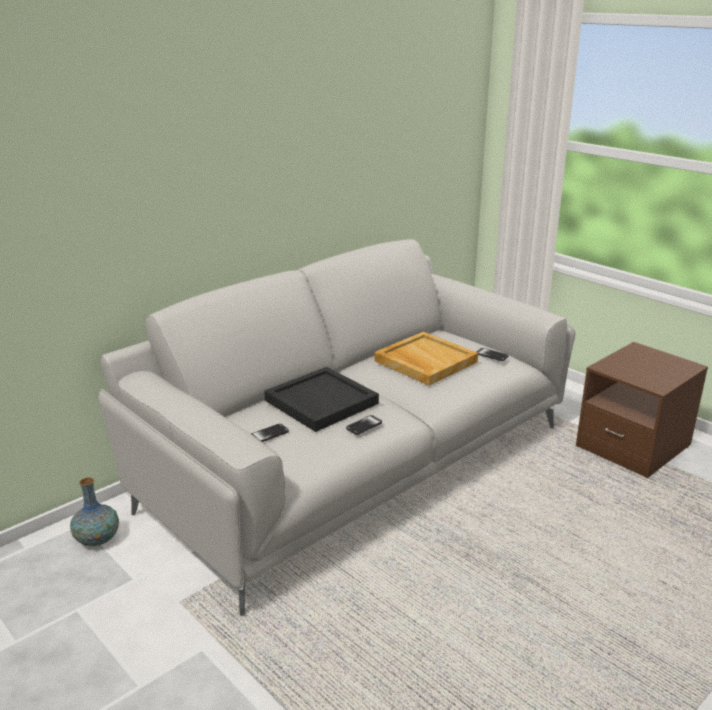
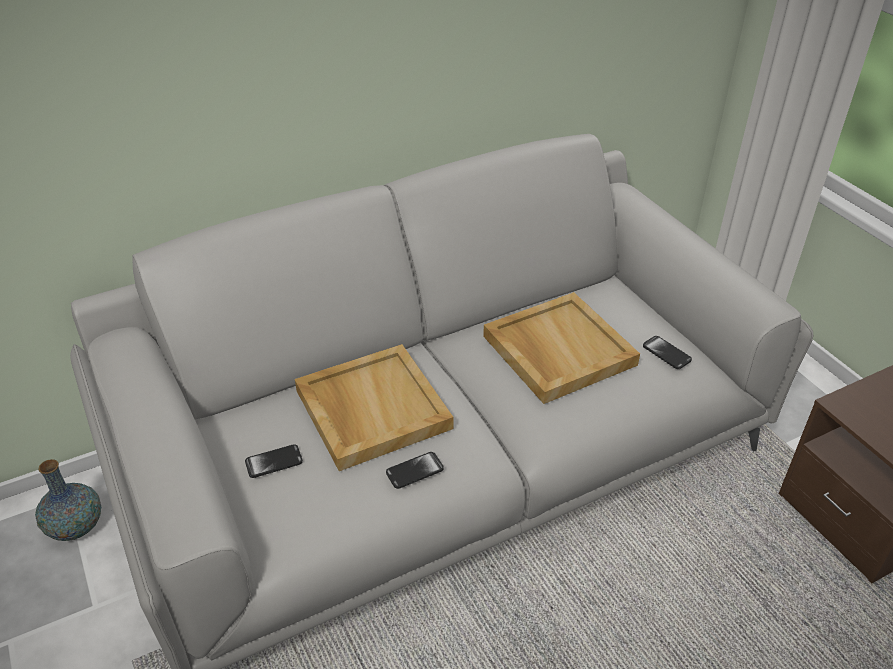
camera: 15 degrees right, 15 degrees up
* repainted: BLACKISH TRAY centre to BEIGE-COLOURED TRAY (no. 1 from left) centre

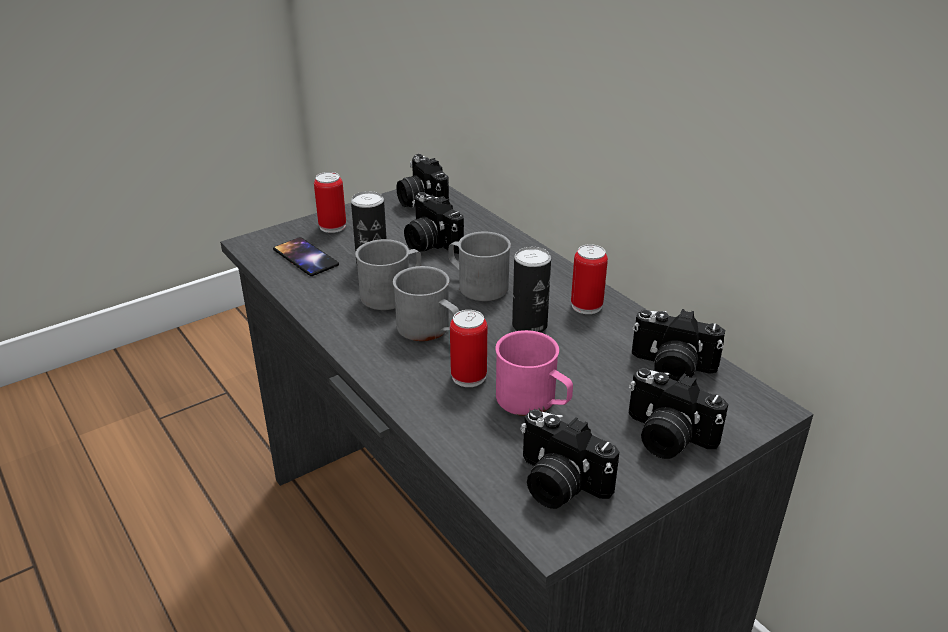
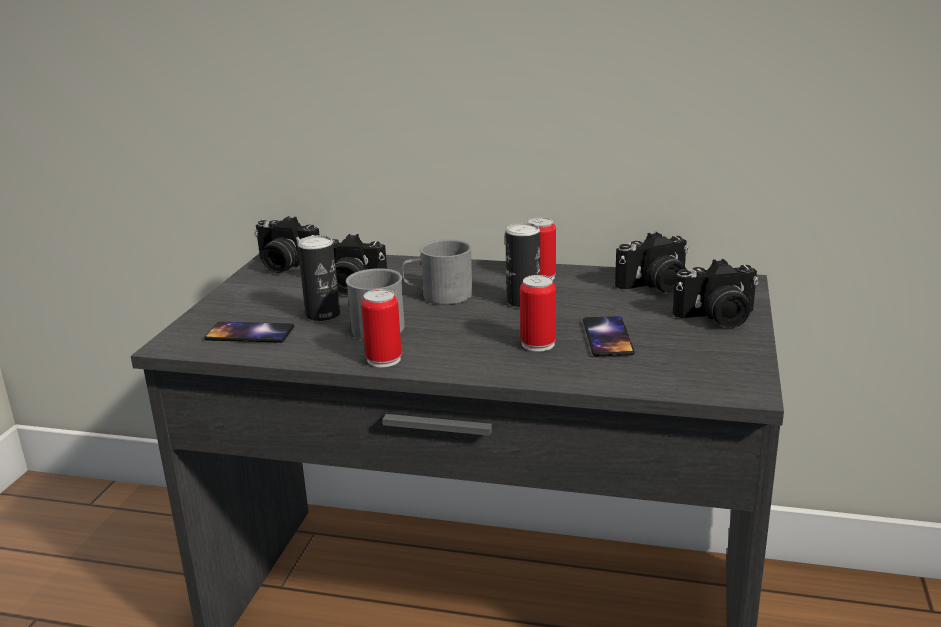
camera: 40 degrees left, 10 degrees down
* gone: GREY TEA MUG (no. 2 from left) centre
* gone: STILL CAMERA (no. 3 from left) bottom centre
* shifted: CAN (no. 1 from left in the first image) top centre to CAN (no. 2 from left) centre
* swapped: PINK-COLOURED TEA MUG centre to PHONE (no. 2 from left) centre

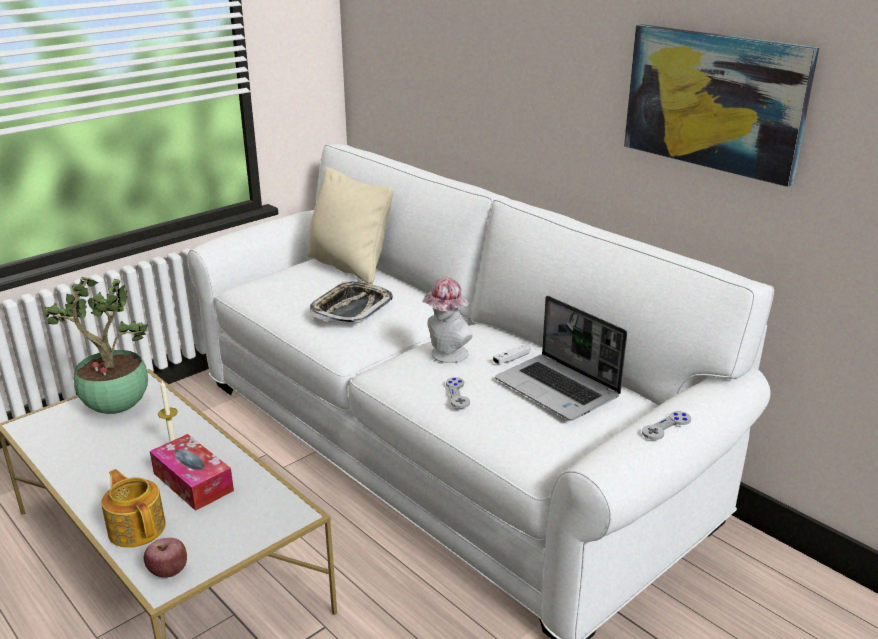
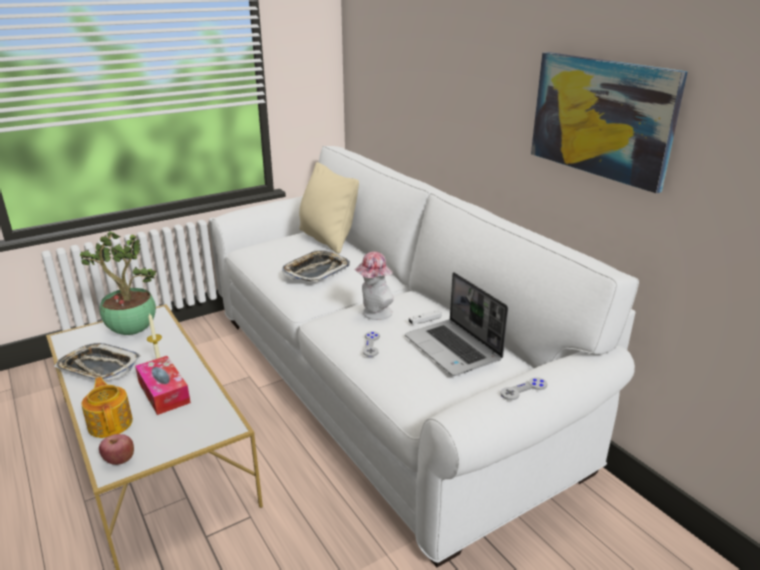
camera: 10 degrees right, 0 degrees up
* new: TRAY (no. 1 from left) middle left

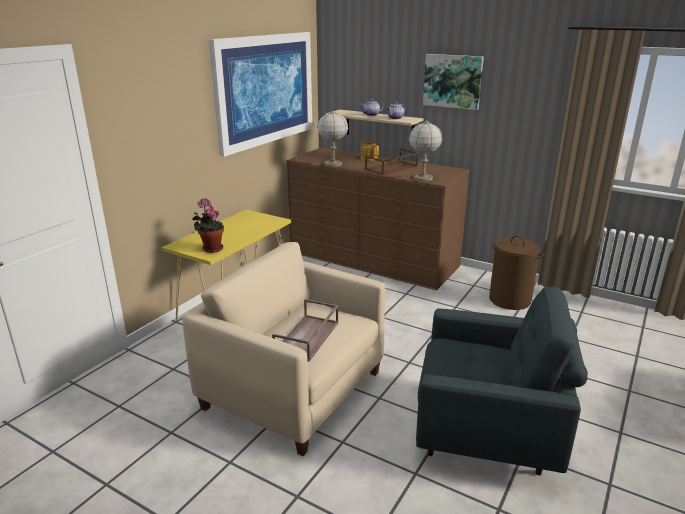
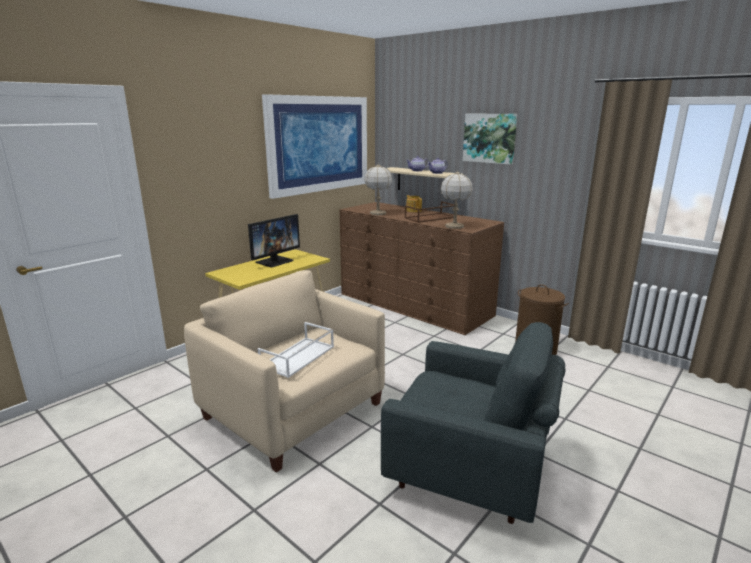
camera: 10 degrees right, 5 degrees down
* gone: HOUSEPLANT middle left
* new: COMPUTER SCREEN centre
* repainted: BROWNISH TRAY (no. 1 from left) centre to WHITISH TRAY centre

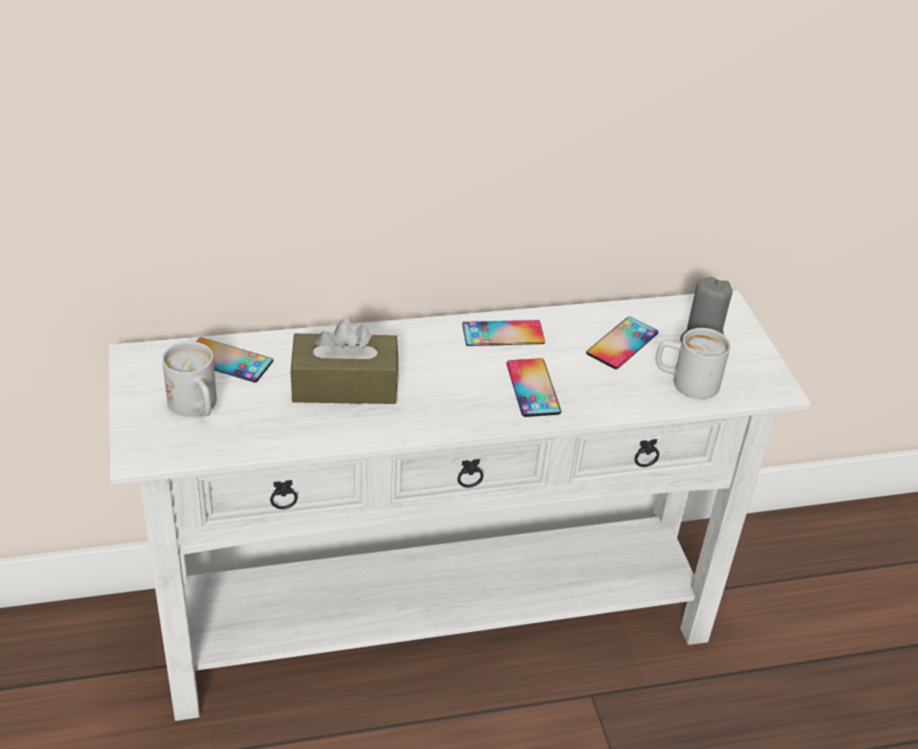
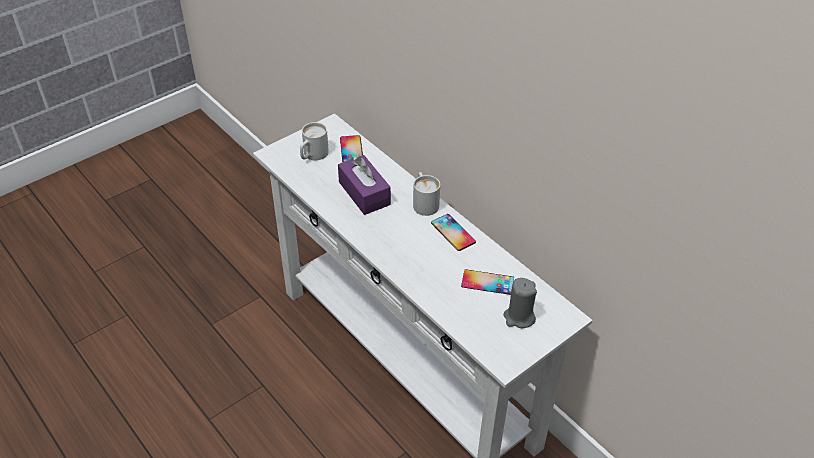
camera: 65 degrees right, 5 degrees up
* gone: PHONE (no. 3 from left) centre
* shifted: WHITISH TEA MUG (no. 2 from left) middle right to centre
* repainted: BROWNISH TISSUE BOX centre to PURPLE TISSUE BOX centre

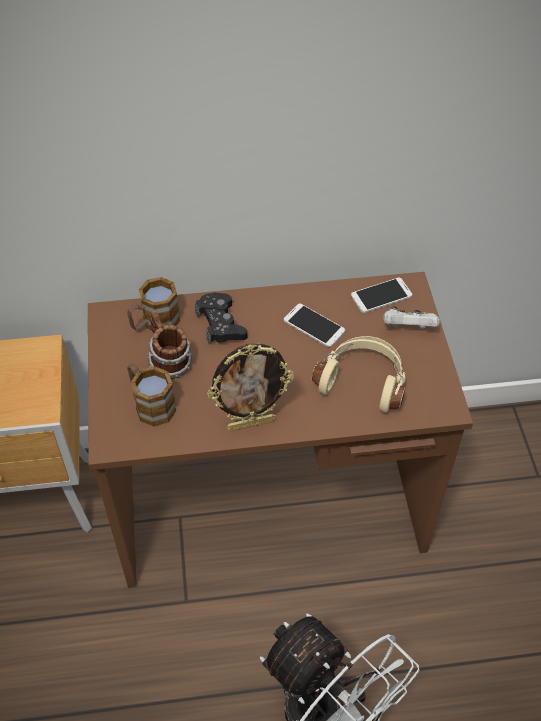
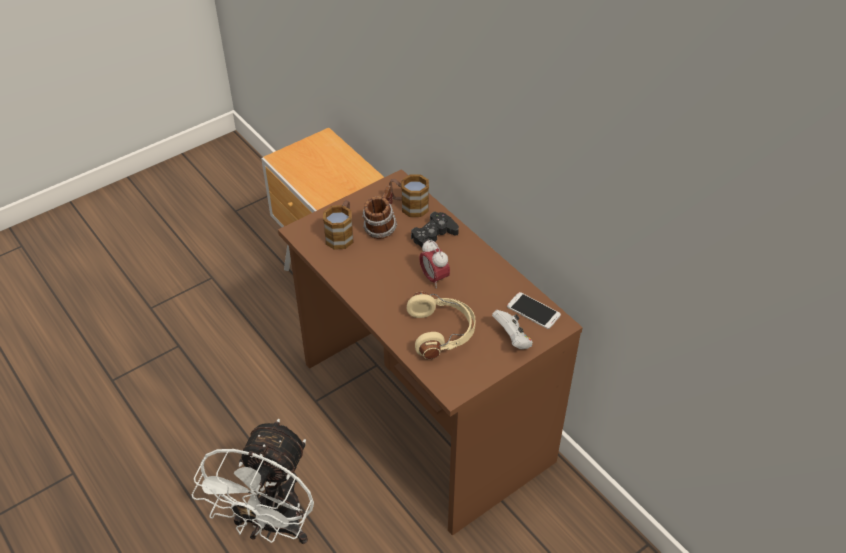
camera: 60 degrees right, 5 degrees down
* gone: PHOTO FRAME centre
* gone: PHONE (no. 1 from left) centre
* new: TABLE CLOCK centre

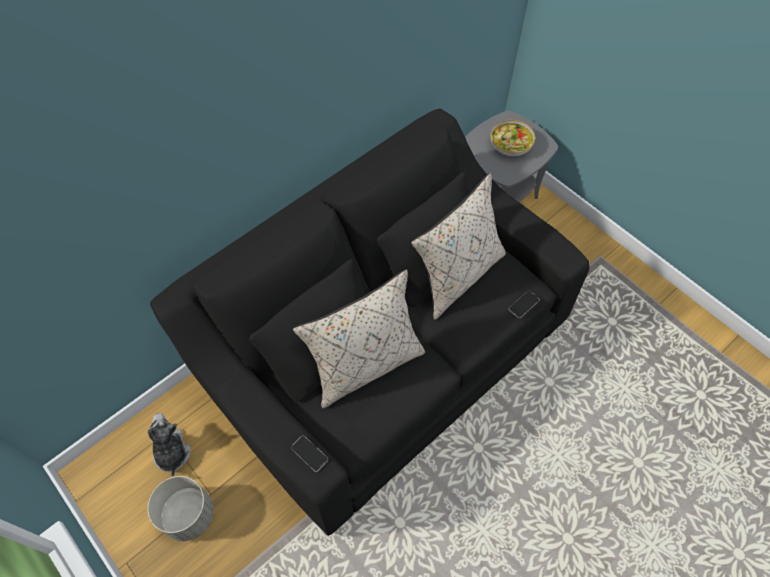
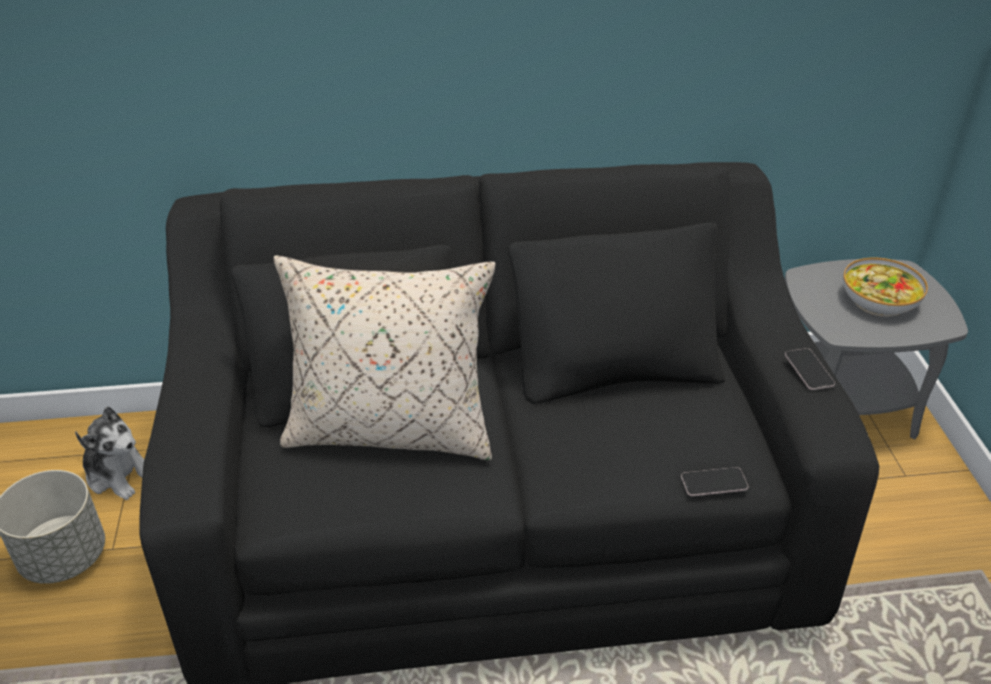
camera: 35 degrees right, 20 degrees down
* gone: BEIGE-COLOURED CUSHION (no. 2 from left) centre
* shifted: PHONE (no. 1 from left in the first image) bottom centre to PHONE (no. 2 from left) middle right
* rotated: CUDDLY TOY bottom left = middle left 105 degrees clockwise

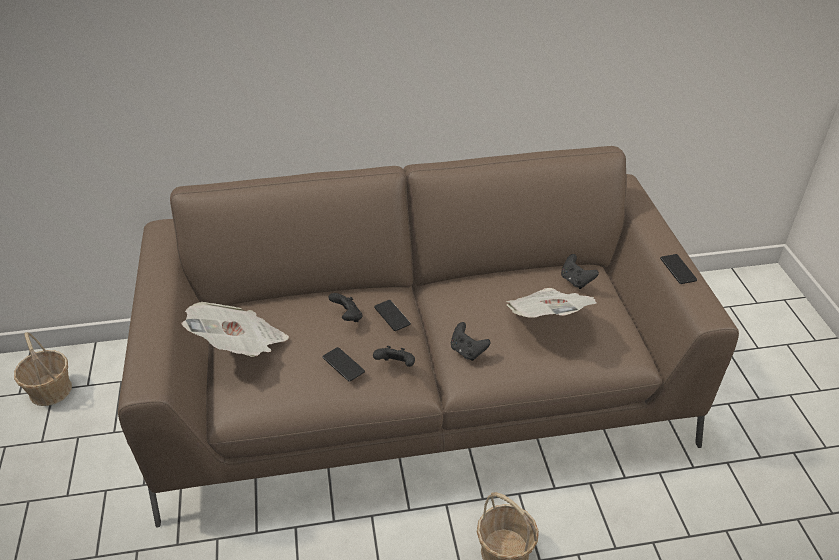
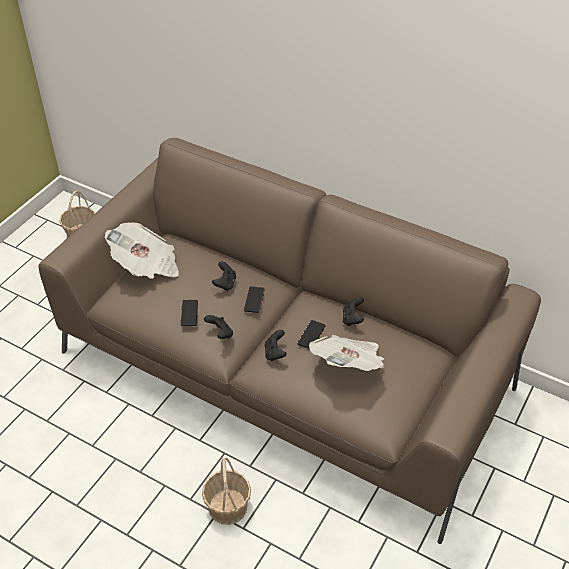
camera: 40 degrees right, 5 degrees up
* shifted: BLACKISH GAMEPAD (no. 4 from left) middle right to centre
* shifted: PHONE (no. 3 from left) middle right to centre

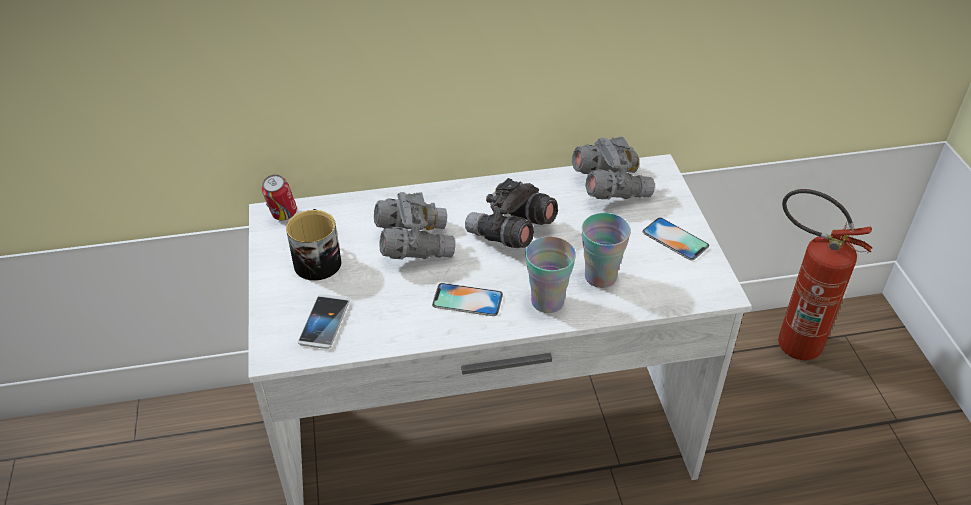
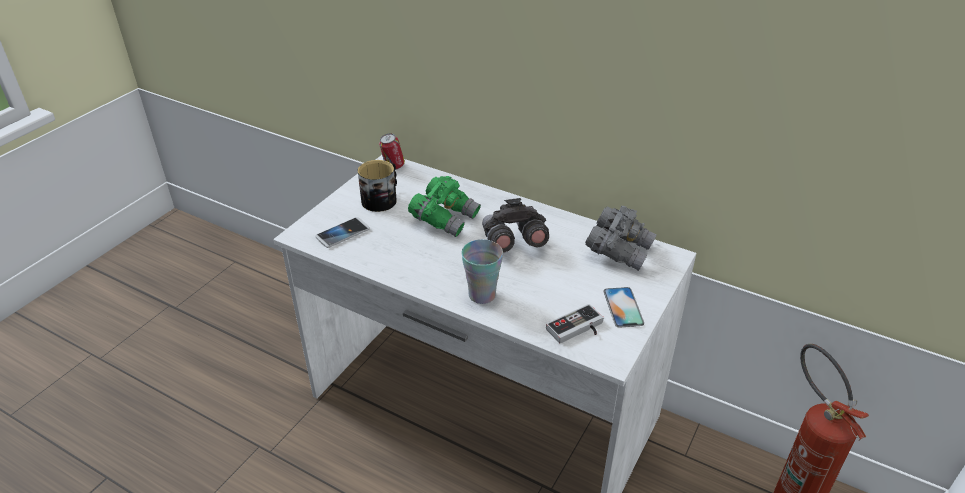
camera: 40 degrees right, 5 degrees down
* gone: PHONE (no. 2 from left) centre
* gone: SMALL CUP (no. 2 from left) centre
* new: GAMEPAD centre
* repainted: GREY FIELD GLASSES (no. 1 from left) centre to GREEN FIELD GLASSES centre

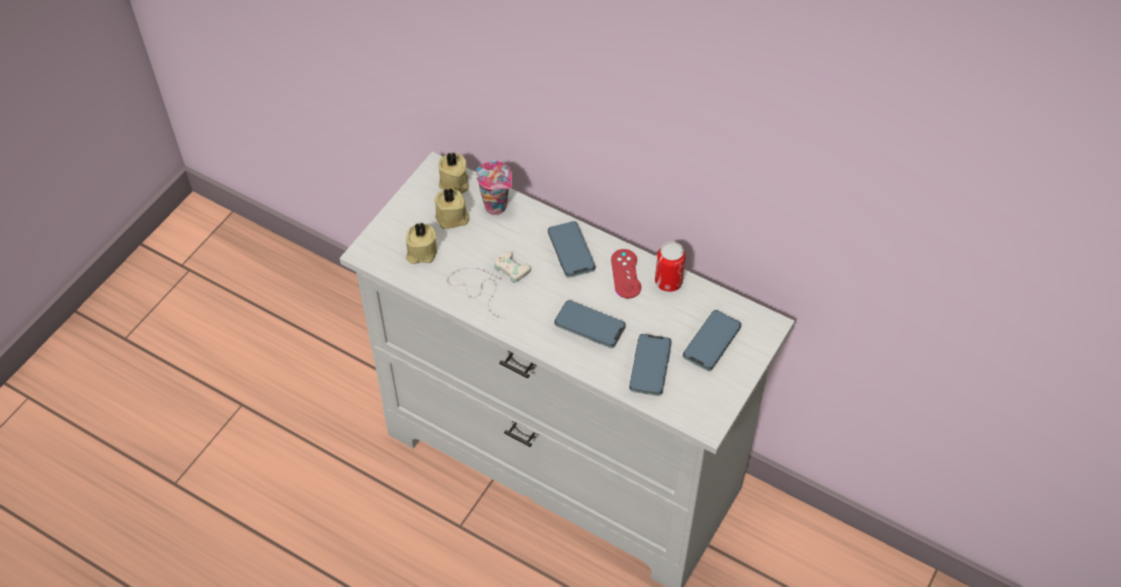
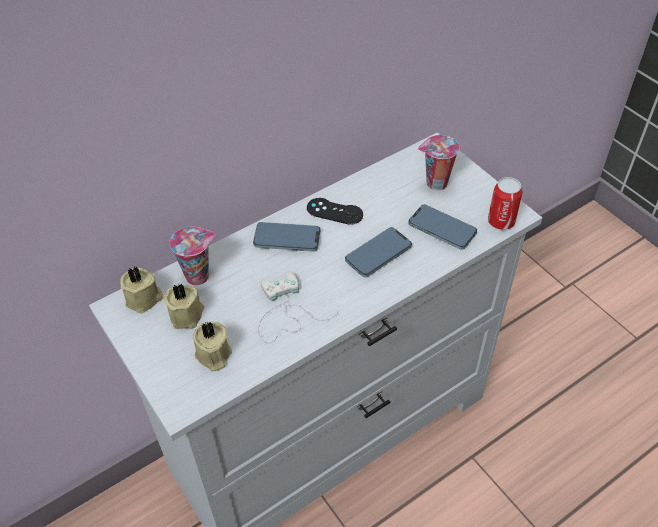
camera: 65 degrees left, 5 degrees down
* shifted: CAN centre to middle right
* swapped: PHONE (no. 4 from left) centre to SMALL CUP (no. 2 from left) top right
* repainted: RED GAMEPAD centre to BLACKISH GAMEPAD centre

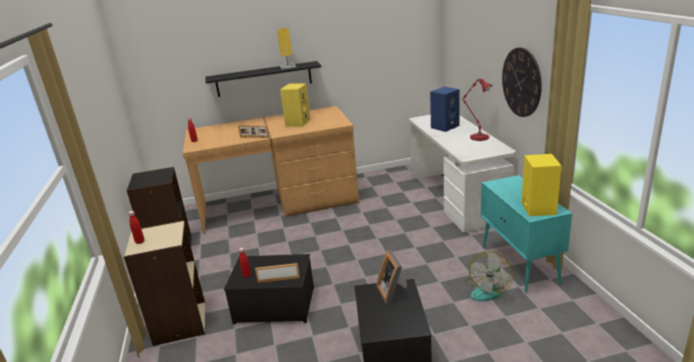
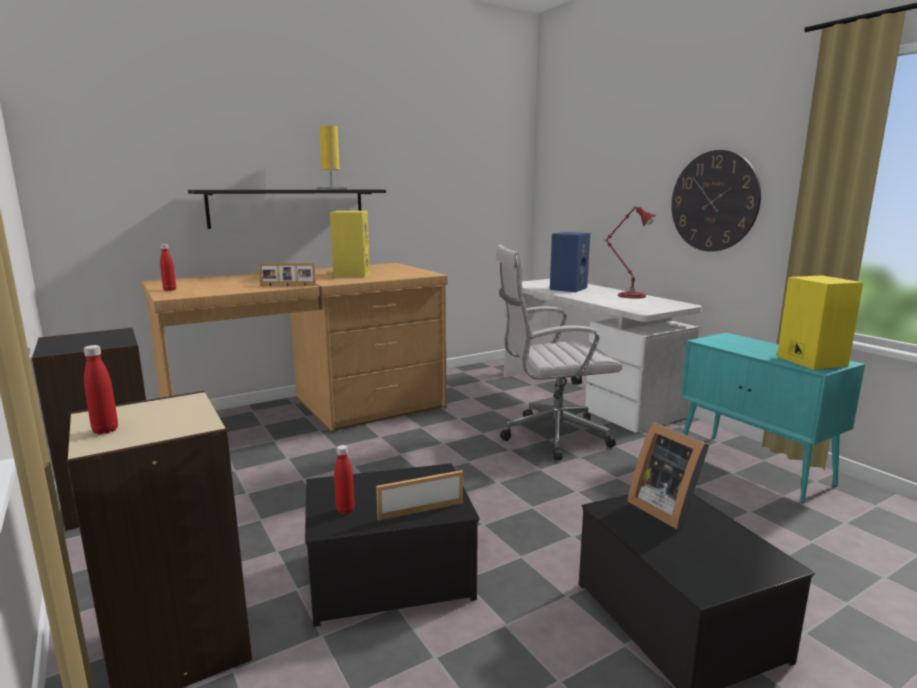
camera: 20 degrees left, 10 degrees down
* gone: FAN bottom right
* new: WHITISH OFFICE CHAIR centre

